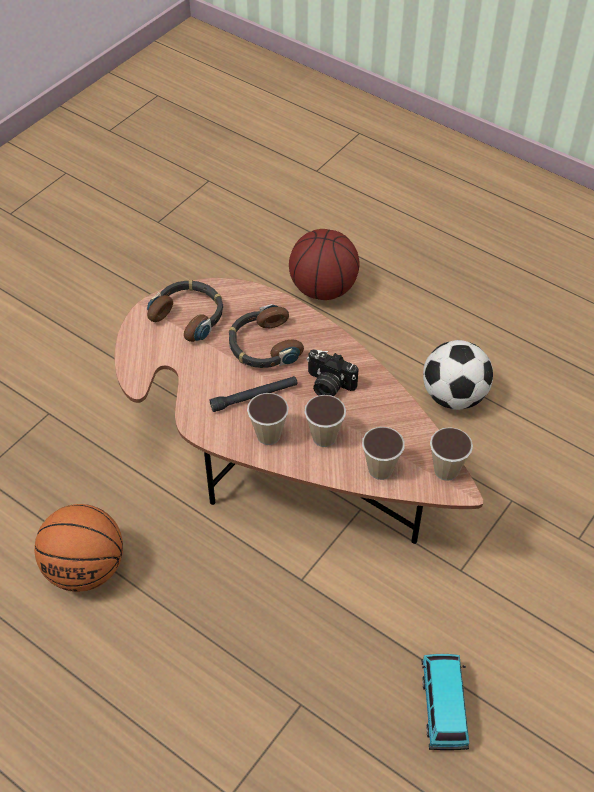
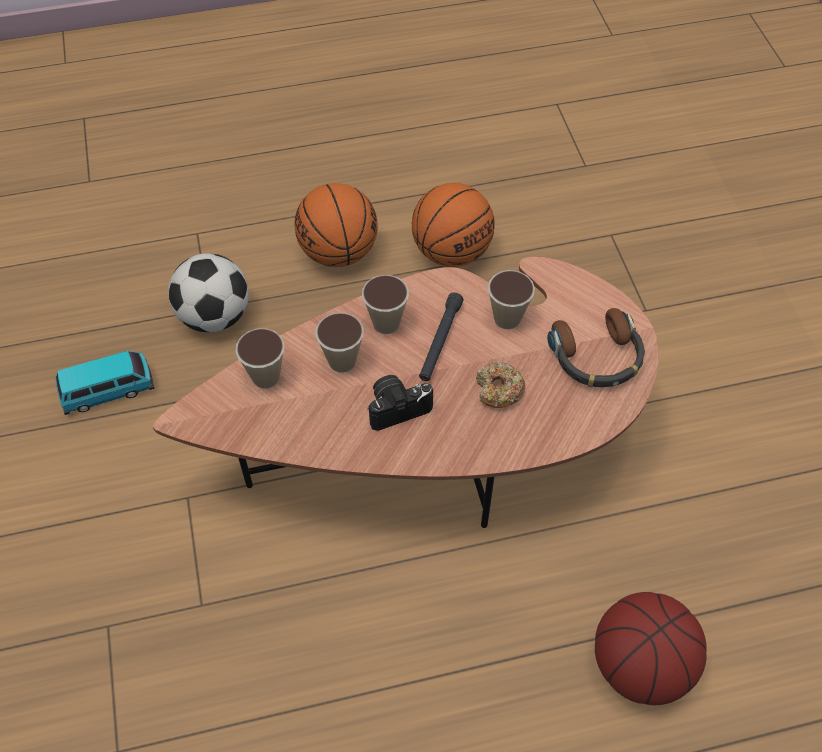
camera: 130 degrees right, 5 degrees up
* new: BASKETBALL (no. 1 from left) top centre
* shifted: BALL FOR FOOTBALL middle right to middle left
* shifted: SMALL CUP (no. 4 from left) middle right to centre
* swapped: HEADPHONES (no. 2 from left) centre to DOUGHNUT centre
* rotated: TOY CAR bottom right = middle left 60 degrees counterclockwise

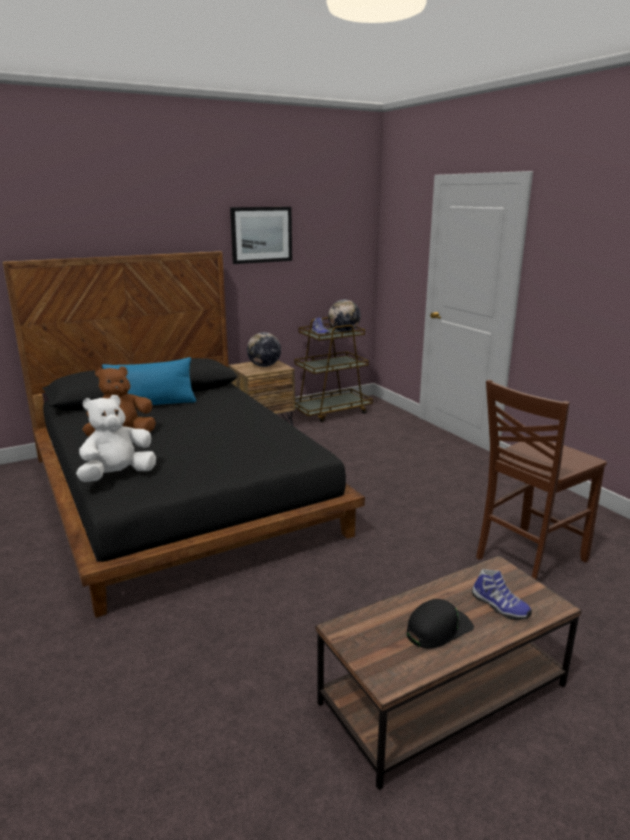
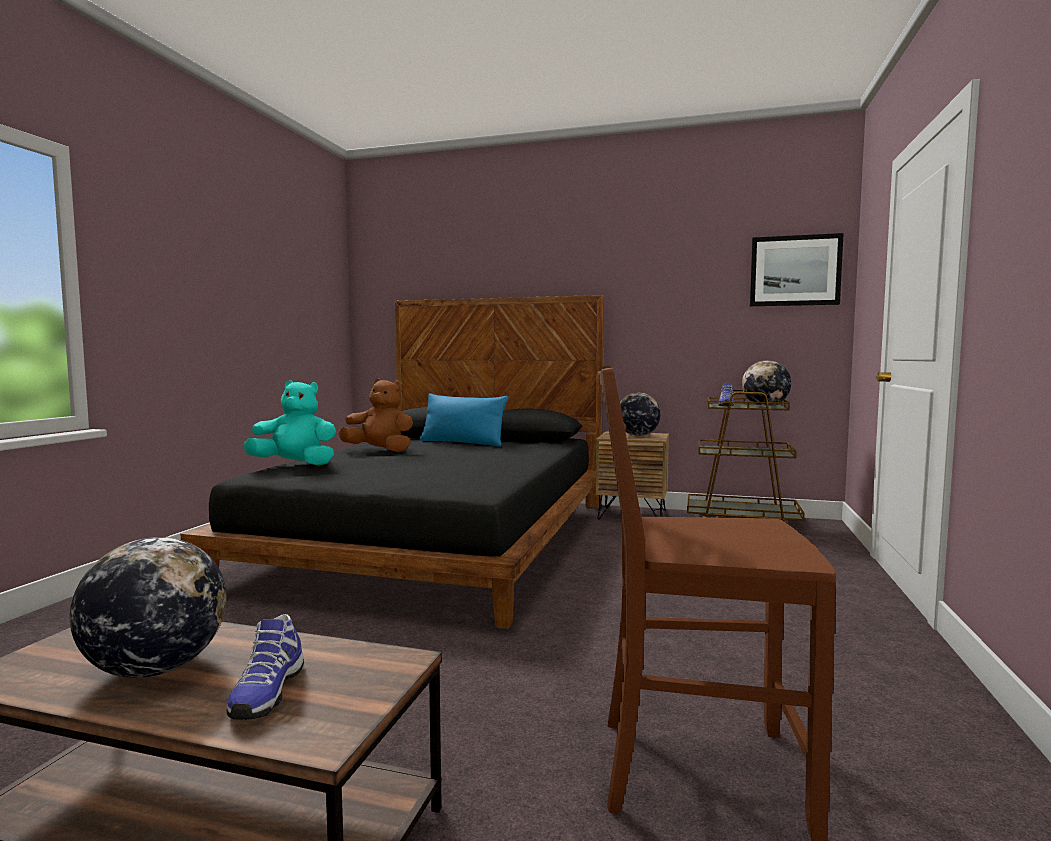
camera: 45 degrees right, 15 degrees down
* shifted: WALL PICTURE top centre to top right
* swapped: BLACKISH PEAKED CAP bottom right to GLOBE (no. 1 from left) bottom left
* repainted: WHITISH CUDDLY TOY middle left to TURQUOISE-COLOURED CUDDLY TOY middle left

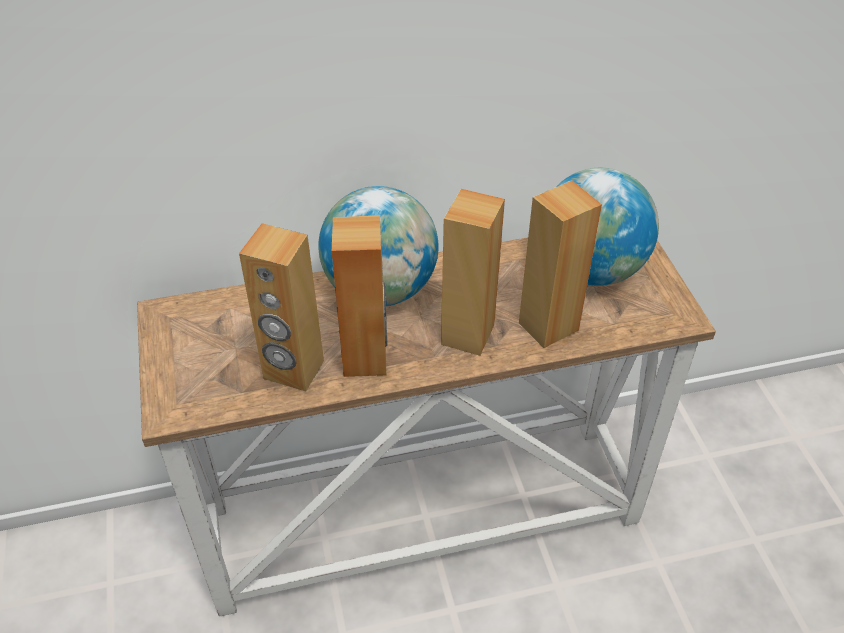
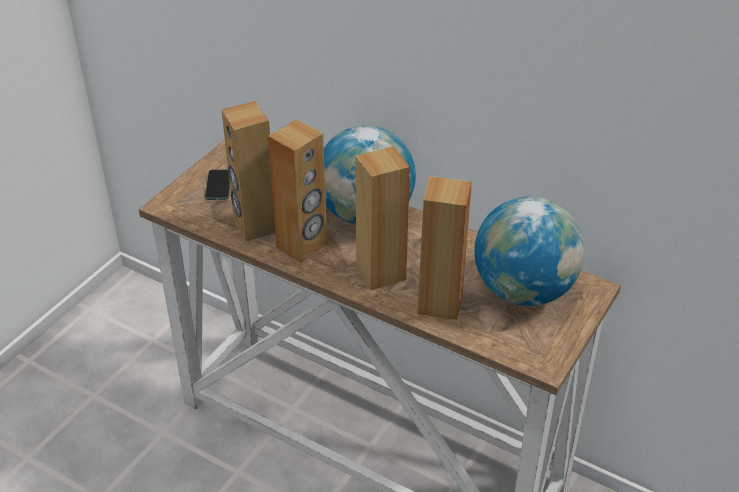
camera: 45 degrees right, 5 degrees down
* new: PHONE middle left

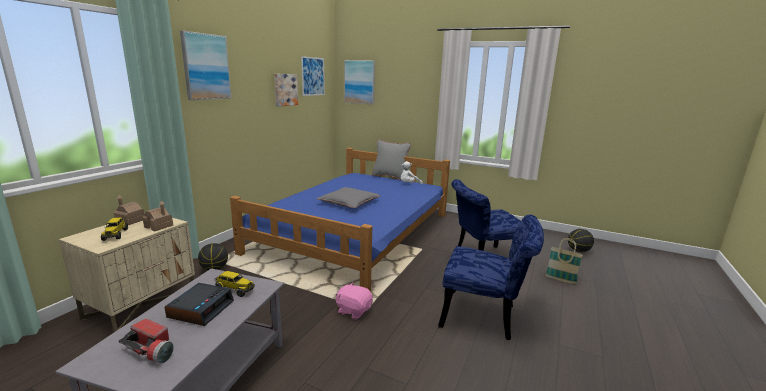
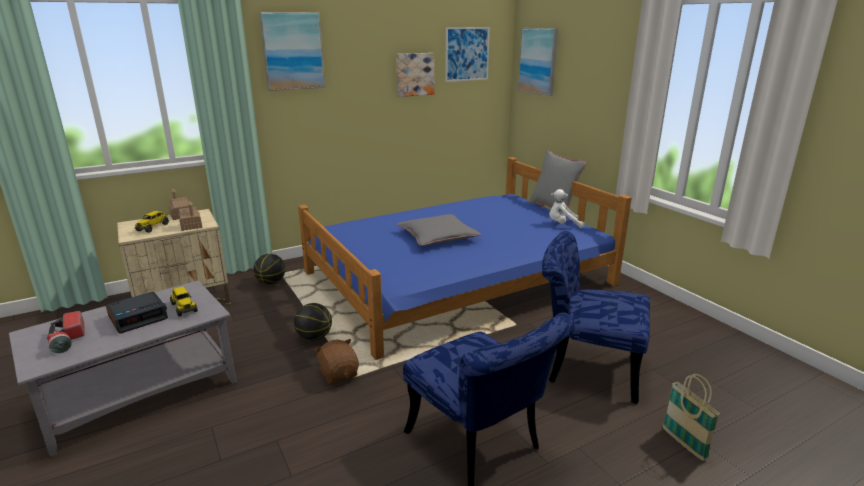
camera: 35 degrees right, 5 degrees up
* shifted: BASKETBALL (no. 2 from left) middle right to centre
* repainted: PINK-COLOURED CUDDLY TOY bottom centre to BROWNISH CUDDLY TOY bottom centre

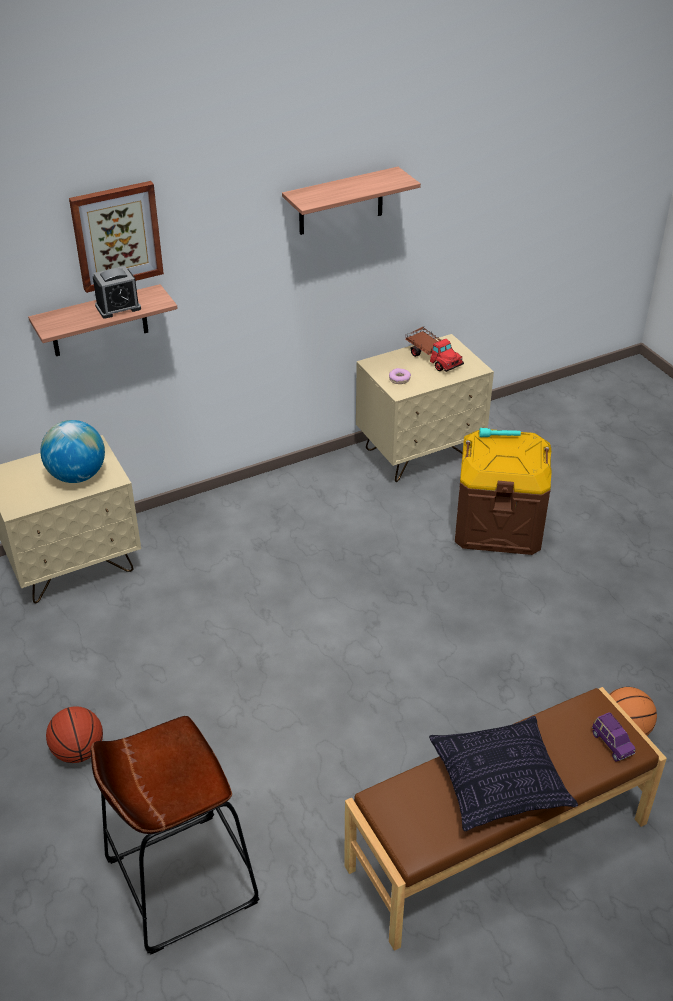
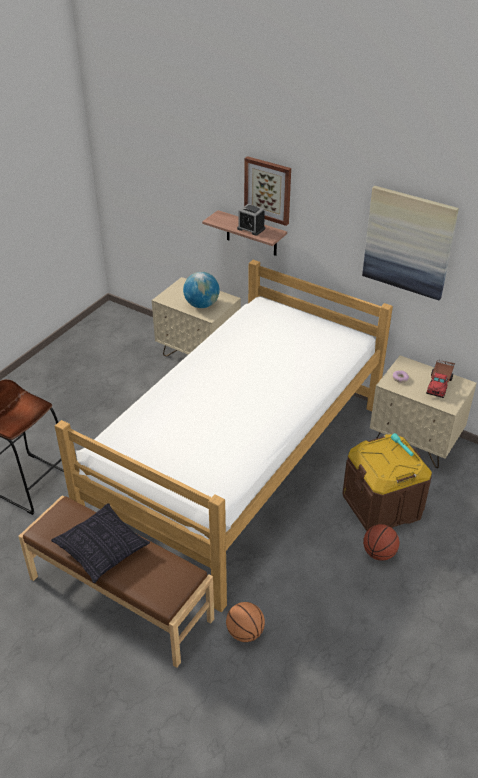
camera: 60 degrees right, 0 degrees up
* gone: PURPLE TOY CAR bottom right
* new: BEDROOM BED centre
* shifted: BASKETBALL (no. 1 from left in the first image) bottom left to BASKETBALL (no. 2 from left) bottom right
* swapped: BRACKET SHELF (no. 2 from left) top centre to WALL PICTURE (no. 2 from left) top right

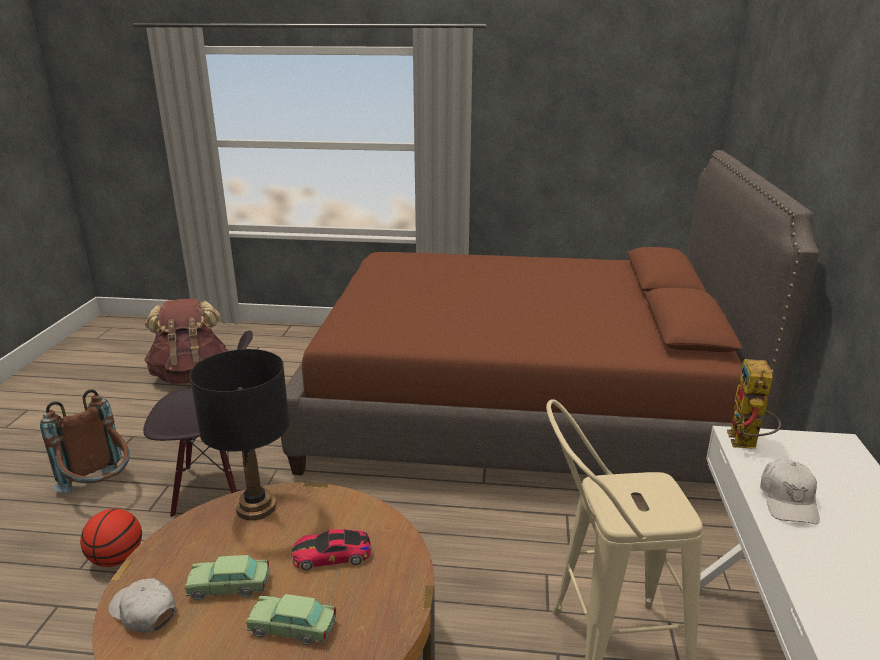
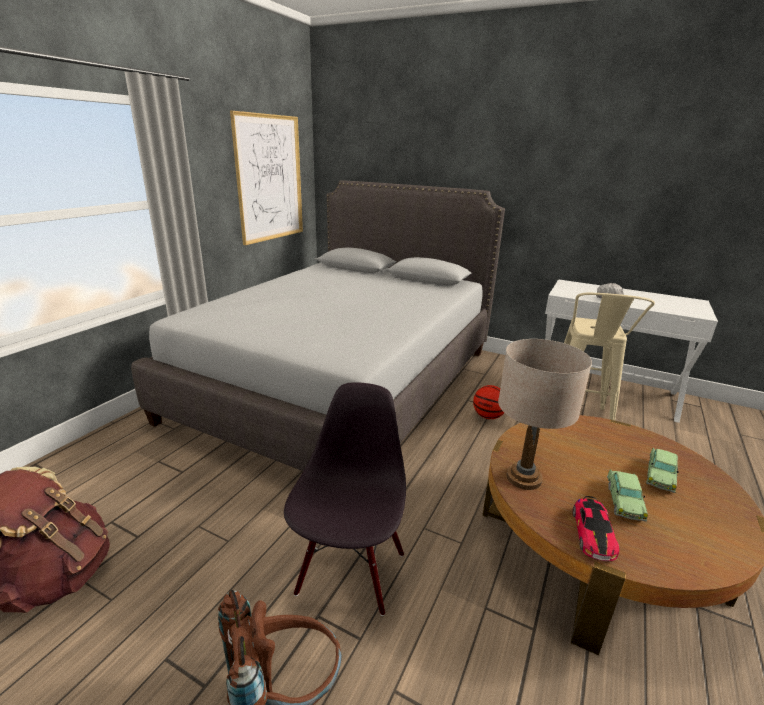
camera: 70 degrees left, 0 degrees up
* gone: WHITISH PEAKED CAP (no. 1 from left) bottom left
* gone: ROBOT FIGURE middle right
* new: WALL PICTURE top centre
* shifted: BASKETBALL bottom left to centre
* shifted: TOY CAR (no. 3 from left in the first image) bottom centre to TOY CAR (no. 1 from left) bottom right
* repainted: BLACKISH TABLE LAMP middle left to BEIGE-COLOURED TABLE LAMP middle right
* repainted: BROWNISH BEDROOM BED centre to GREY BEDROOM BED centre

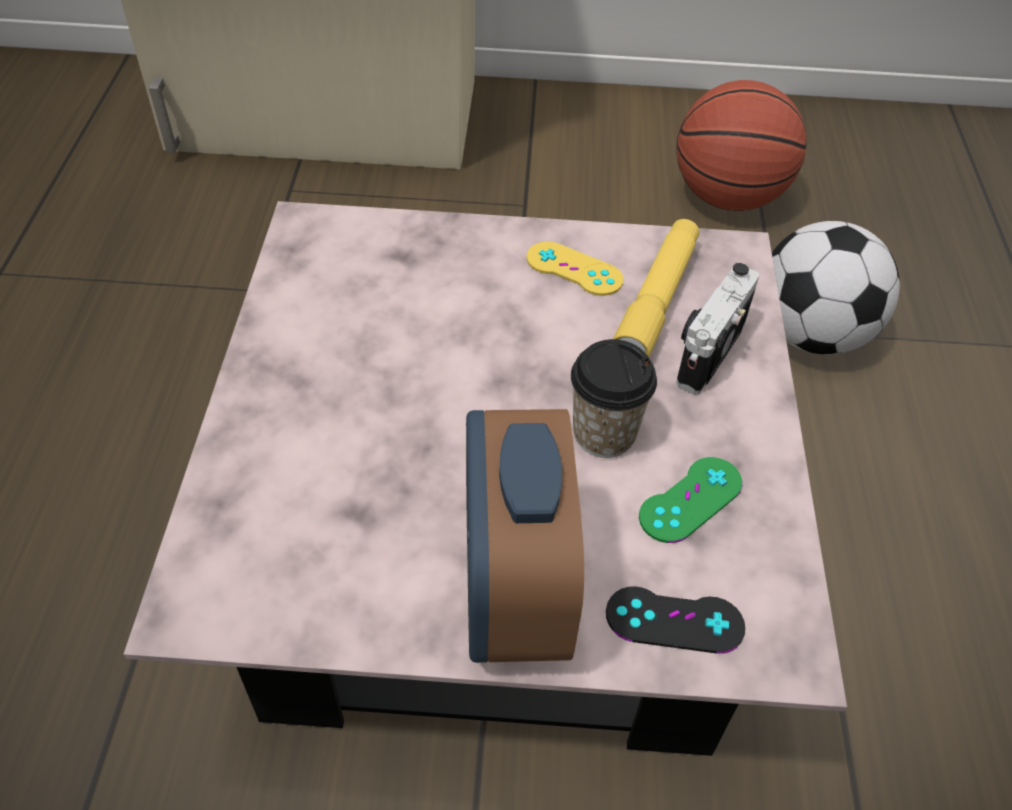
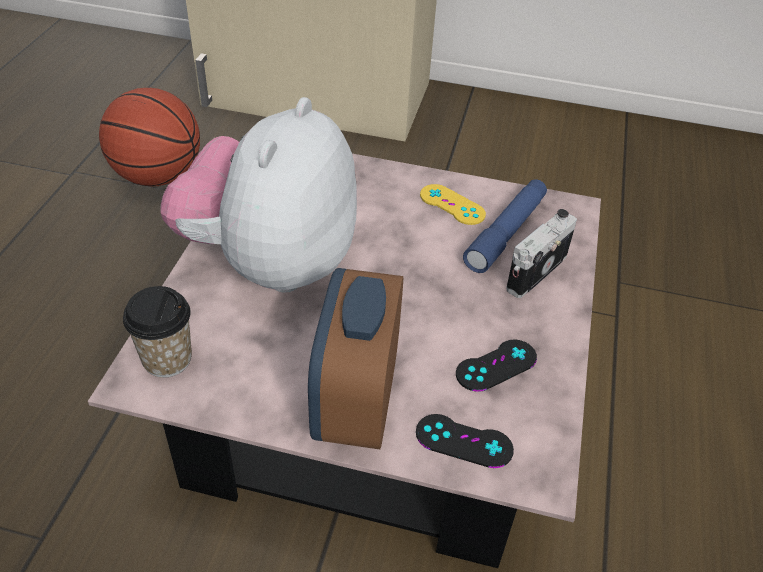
camera: 10 degrees right, 5 degrees down
* gone: BALL FOR FOOTBALL middle right
* new: CUDDLY TOY centre
* shifted: SMALL CUP centre to middle left
* shifted: BASKETBALL top right to top left
* repainted: YELLOWISH HAND TORCH centre to BLUE-COLOURED HAND TORCH centre
* repainted: GREEN GAMEPAD middle right to BLACKISH GAMEPAD (no. 2 from left) centre

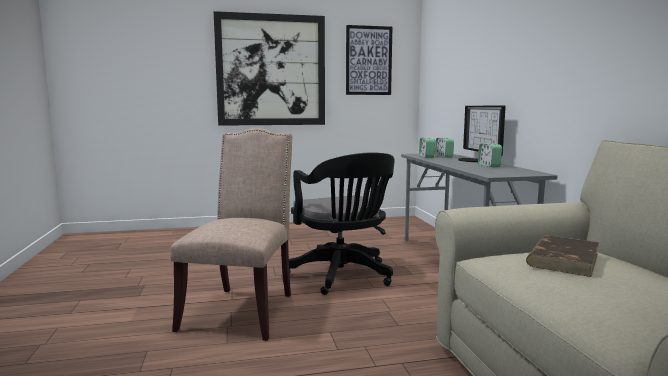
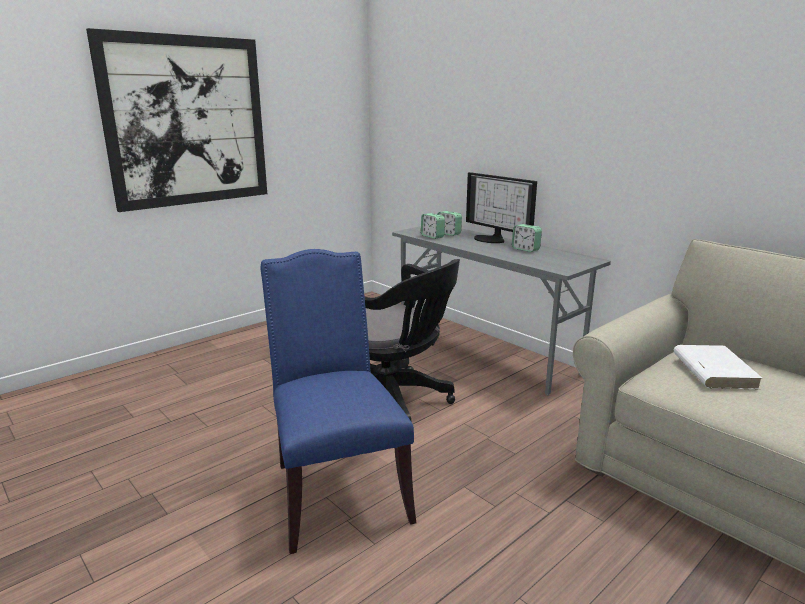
camera: 30 degrees left, 10 degrees up
* gone: WALL PICTURE (no. 2 from left) top centre
* repainted: BEIGE-COLOURED PLAIN CHAIR centre to BLUE-COLOURED PLAIN CHAIR centre
* repainted: BROWNISH BOUND BOOK bottom right to WHITISH BOUND BOOK middle right

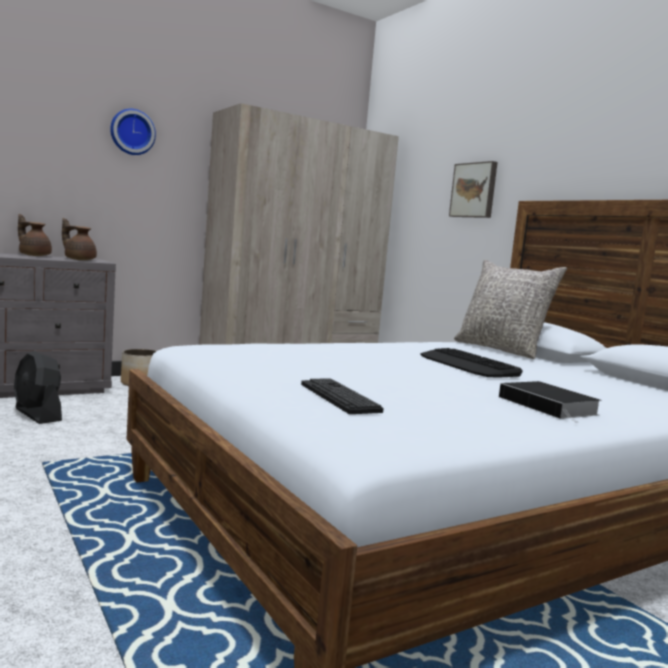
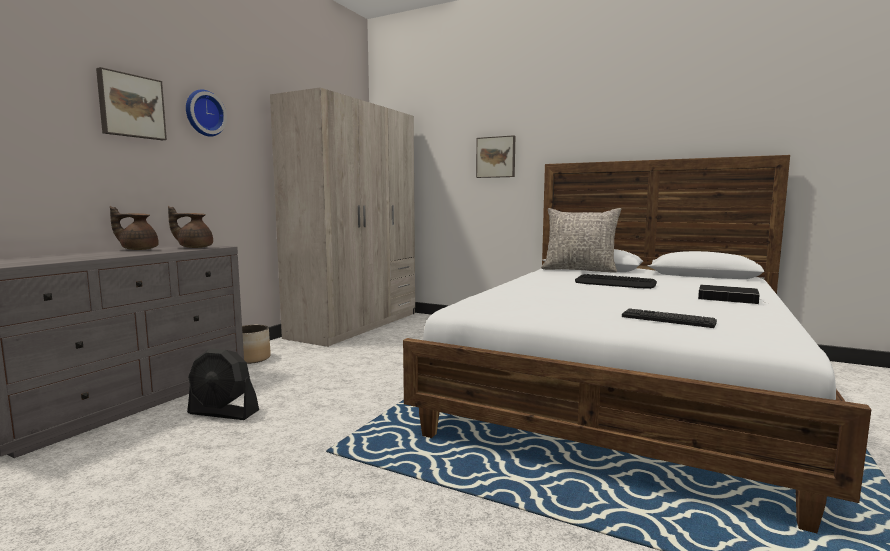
camera: 30 degrees left, 0 degrees up
* new: WALL PICTURE (no. 1 from left) top left

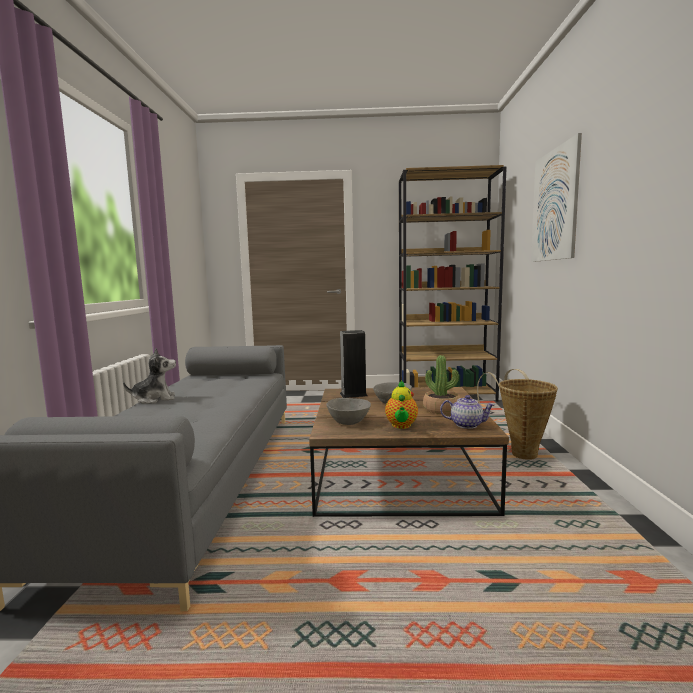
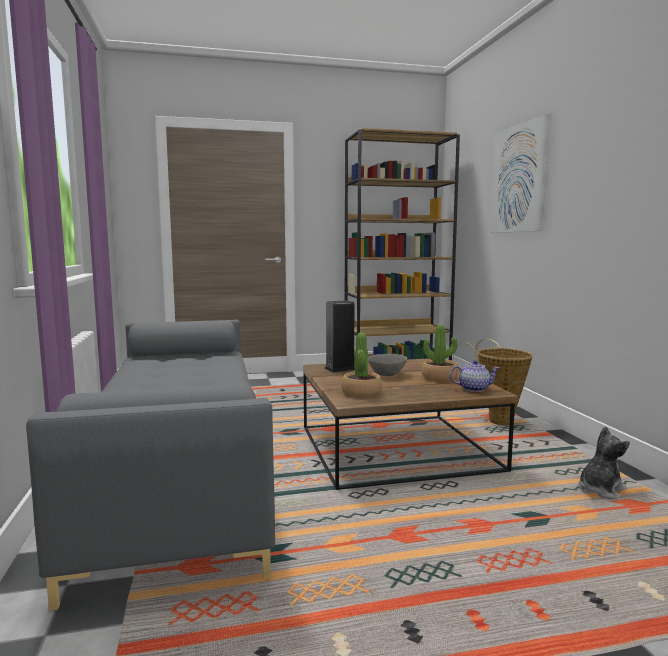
camera: 15 degrees left, 0 degrees up
* gone: TEA POT (no. 1 from left) centre
* shifted: CUDDLY TOY middle left to bottom right
* swapped: GREY BOWL (no. 1 from left) centre to HOUSEPLANT (no. 1 from left) centre

